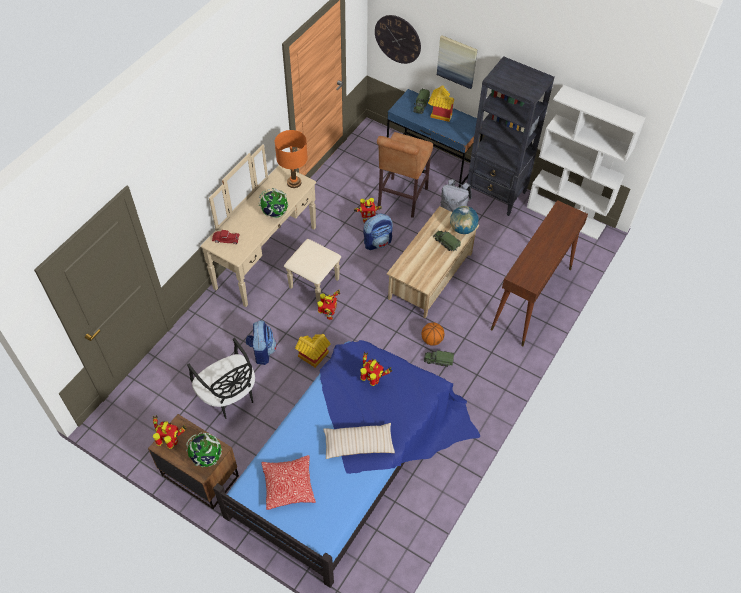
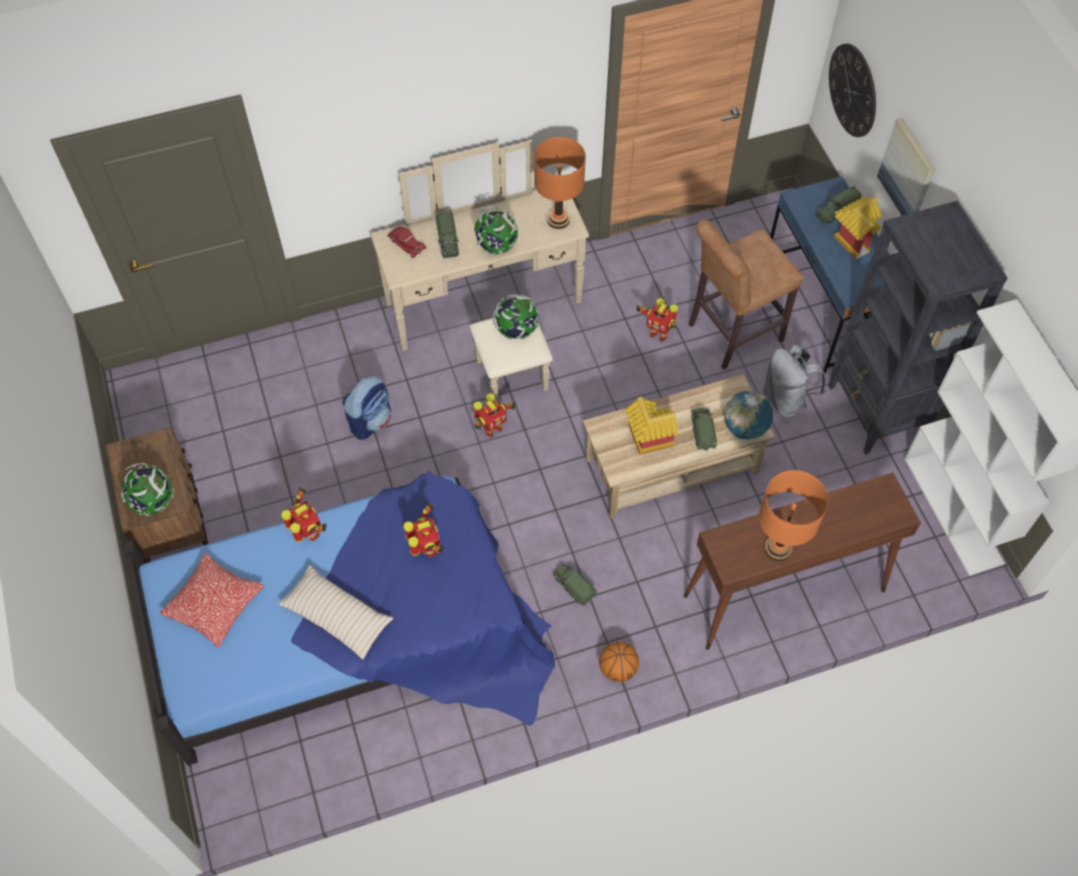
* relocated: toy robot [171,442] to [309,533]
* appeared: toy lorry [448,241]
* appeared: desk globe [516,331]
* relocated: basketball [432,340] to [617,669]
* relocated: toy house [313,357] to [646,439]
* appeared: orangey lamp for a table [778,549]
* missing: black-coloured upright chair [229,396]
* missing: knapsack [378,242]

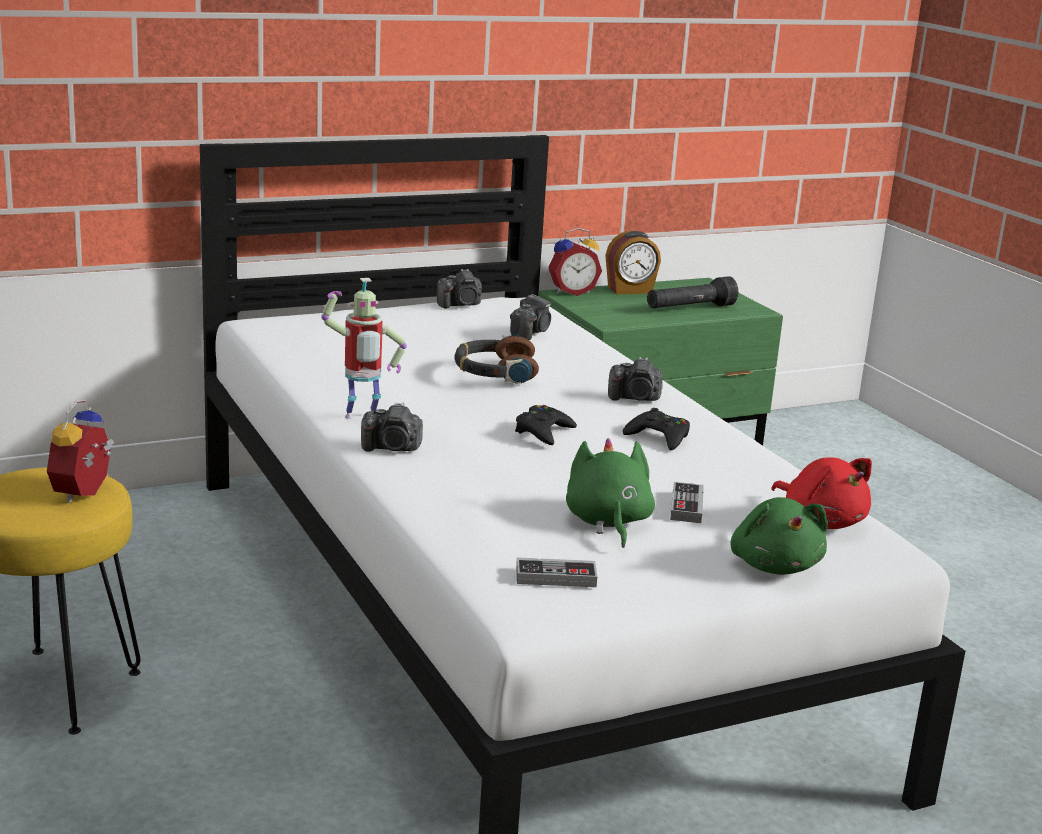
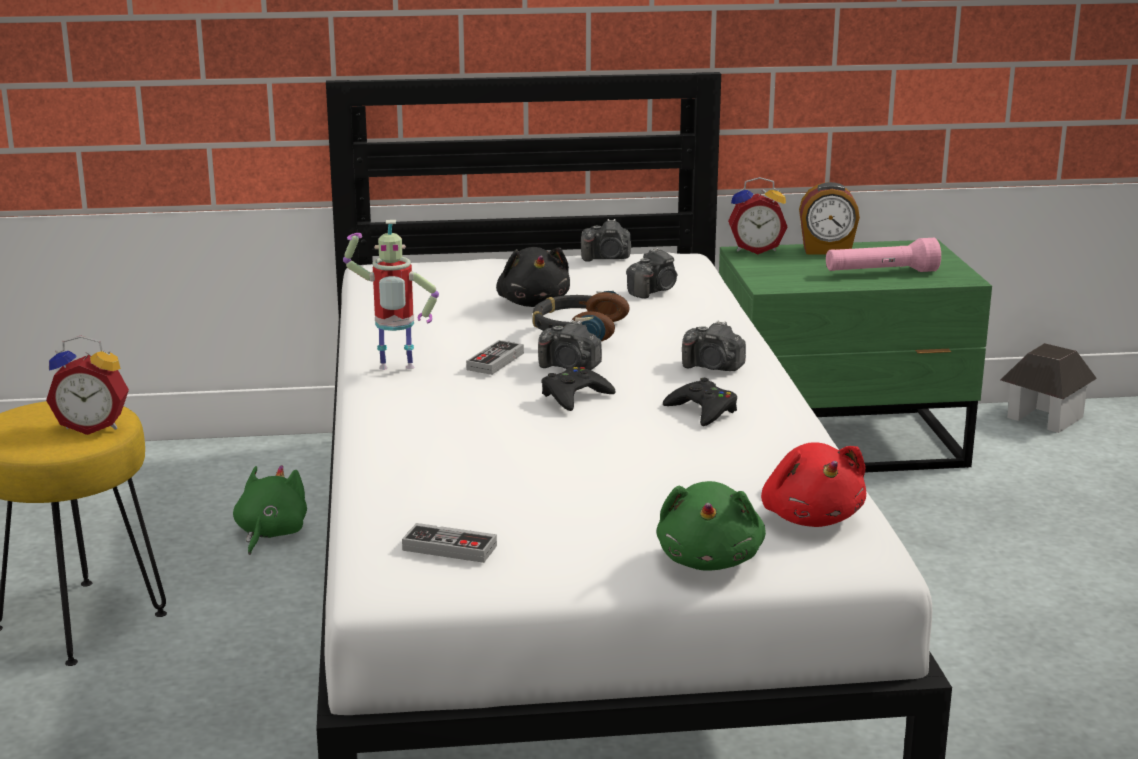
* spun: alarm clock [86,494] = [93,426] 120 degrees counterclockwise
* relocated: green soft toy [607,522] to [270,534]
* relocated: game controller [686,506] to [495,361]
* appeared: black-coloured soft toy [533,303]
* relocated: photo camera [392,448] to [569,367]
* colour: black-coloured torch [690,308] to pink torch [881,273]
* appeared: toy house [1044,417]

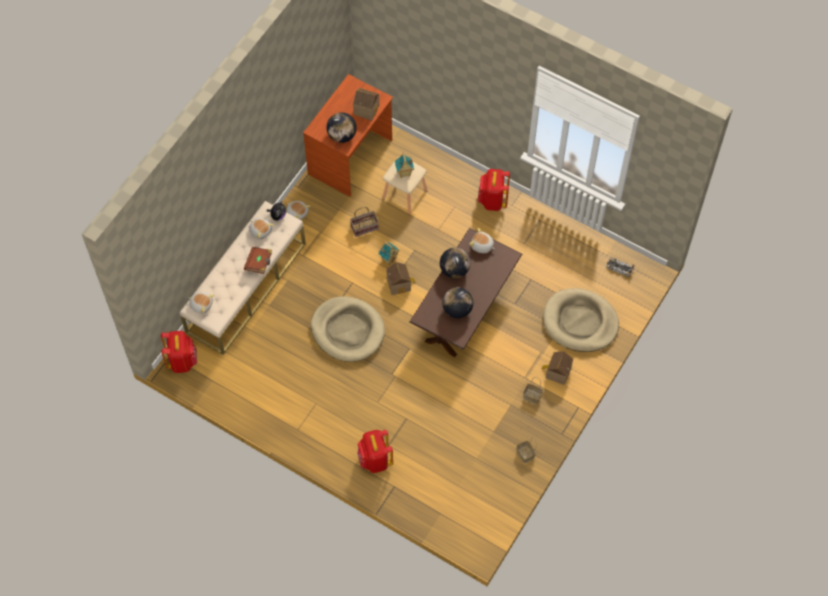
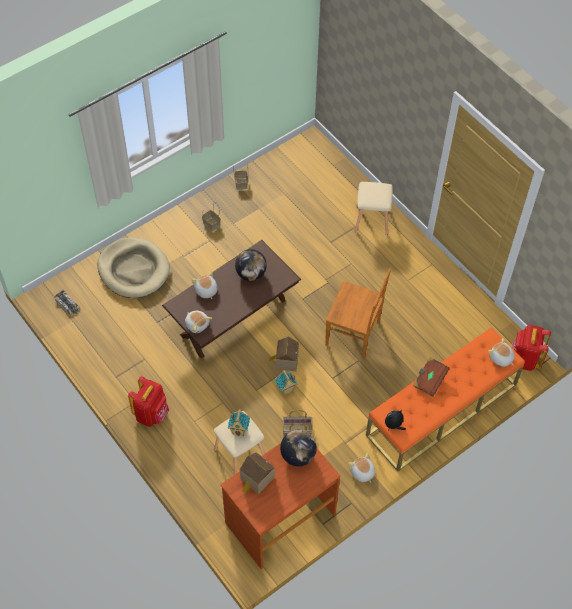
* relocated: soft toy [260,230] to [206,290]
* exchanged: sand-coloured dog bed [347,330] to brownish upright chair [354,334]
* exchanged: reddish knapsack [375,460] to sand-coloured sitting stool [371,219]
* colour: sand-coloured long seat [246,287] to orangey long seat [441,410]
* missing: desk globe [454,270]
* missing: toy house [557,372]

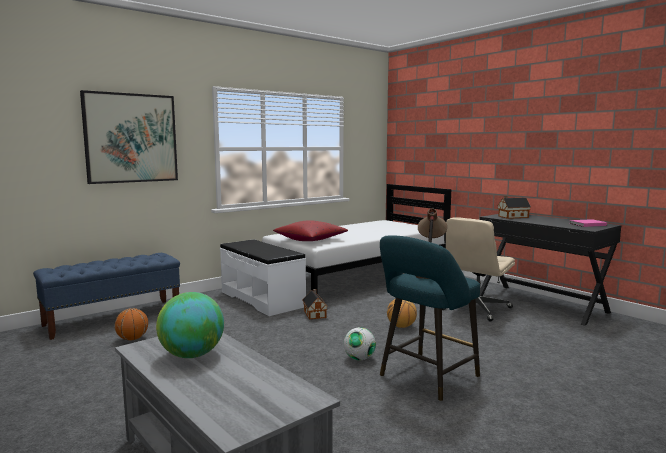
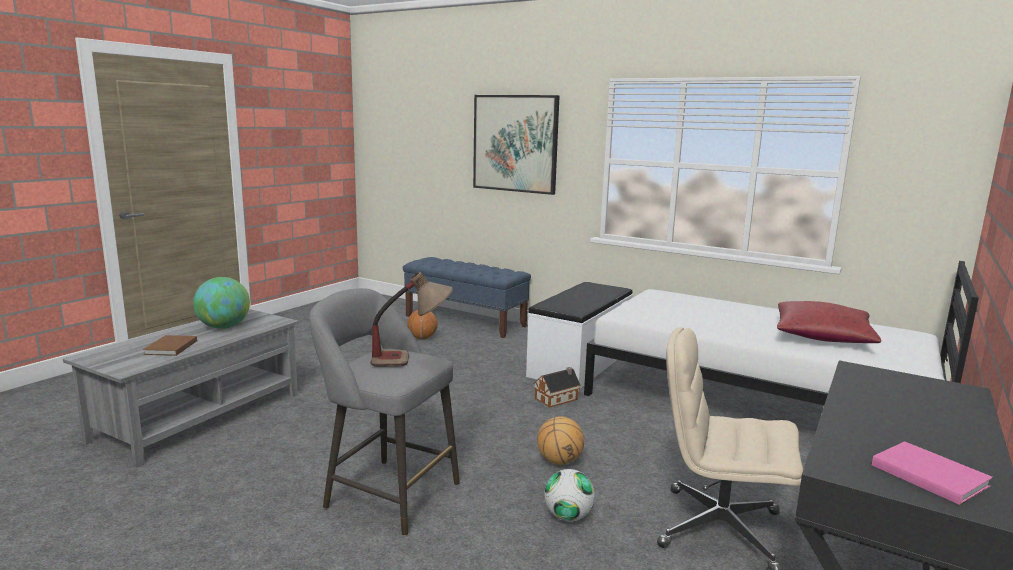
* appeared: brownish book [169,348]
* colour: turquoise sitting stool [426,378] to greyish sitting stool [387,493]
* relocated: football [359,358] to [568,516]
* relocated: reddish throw pillow [310,240] to [822,337]
* missing: toy house [512,217]

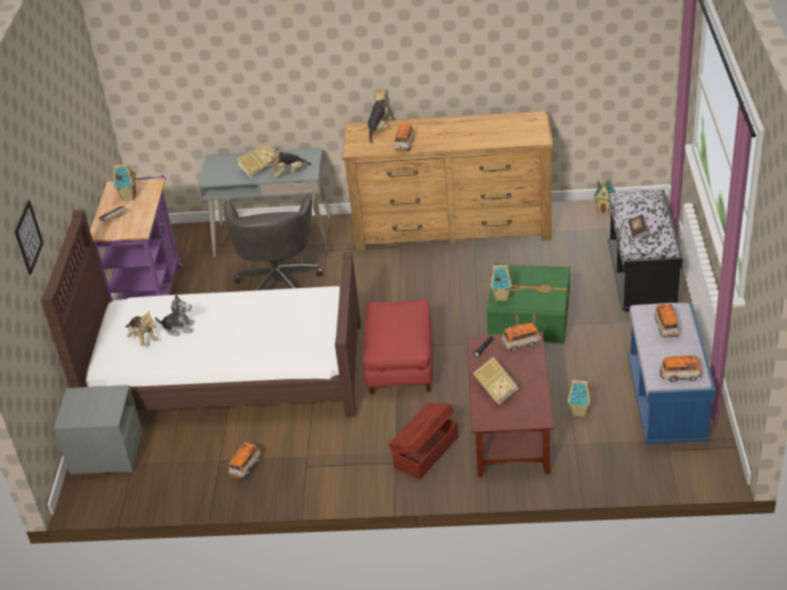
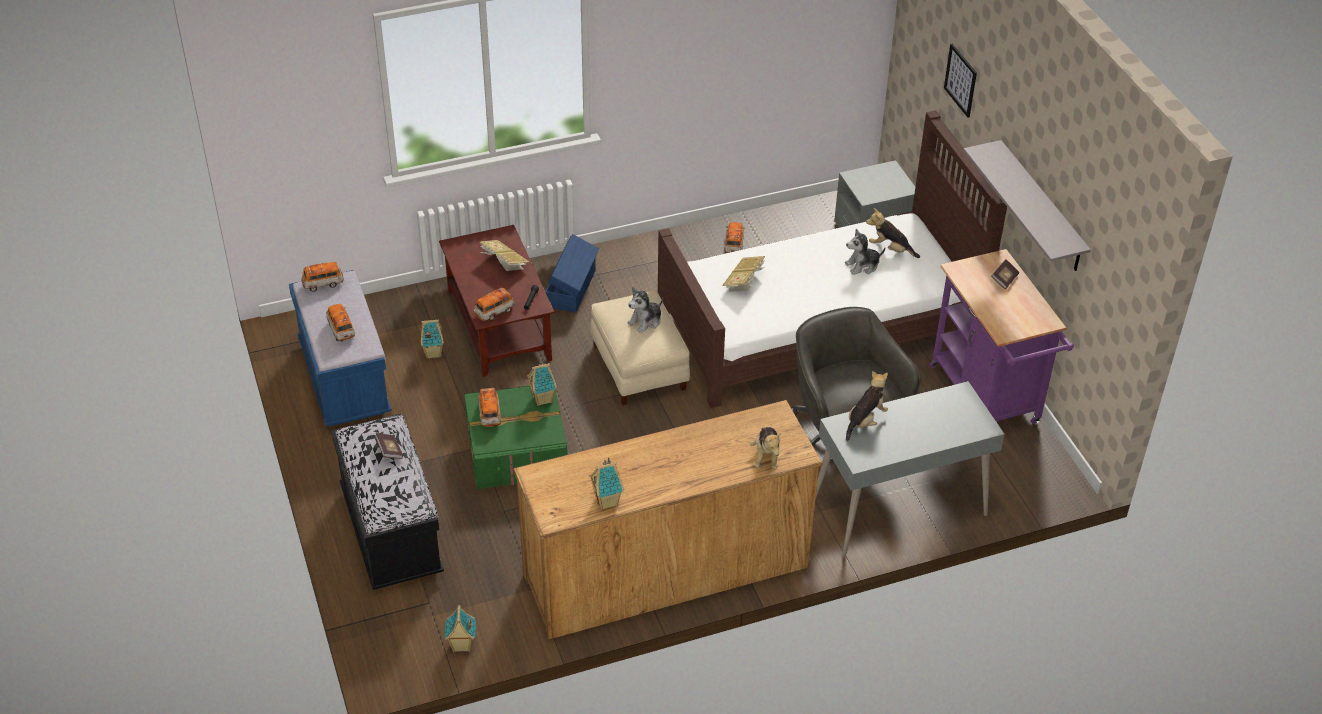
* relocated: toy car [404,144] to [490,414]
* colour: brownish storage box [425,452] to bluish storage box [572,288]
* relocated: toy house [128,196] to [607,501]
* colour: reddish ottoman [399,364] to sand-coloured ottoman [640,367]
* appeared: soft toy [645,321]
* relocated: book [259,168] to [744,282]
* appeared: greyish shelf [1041,208]

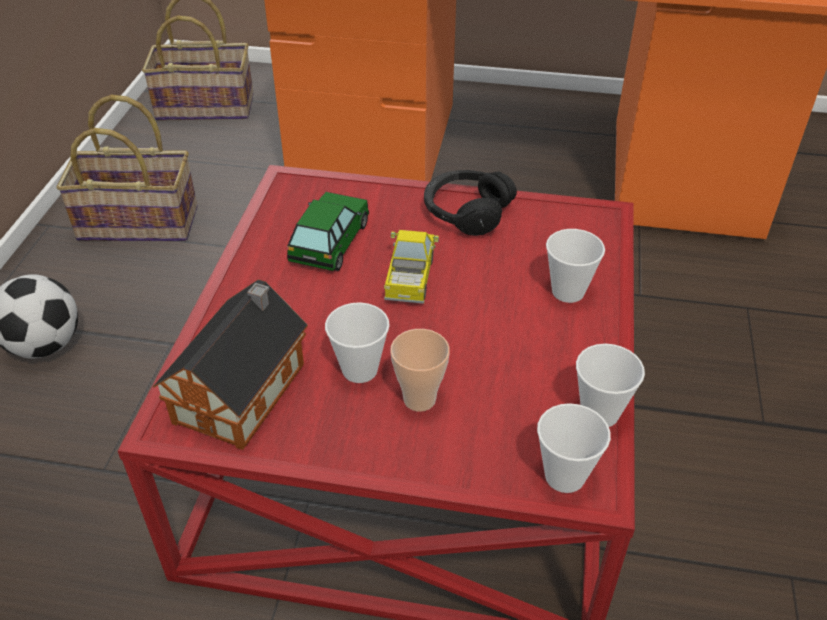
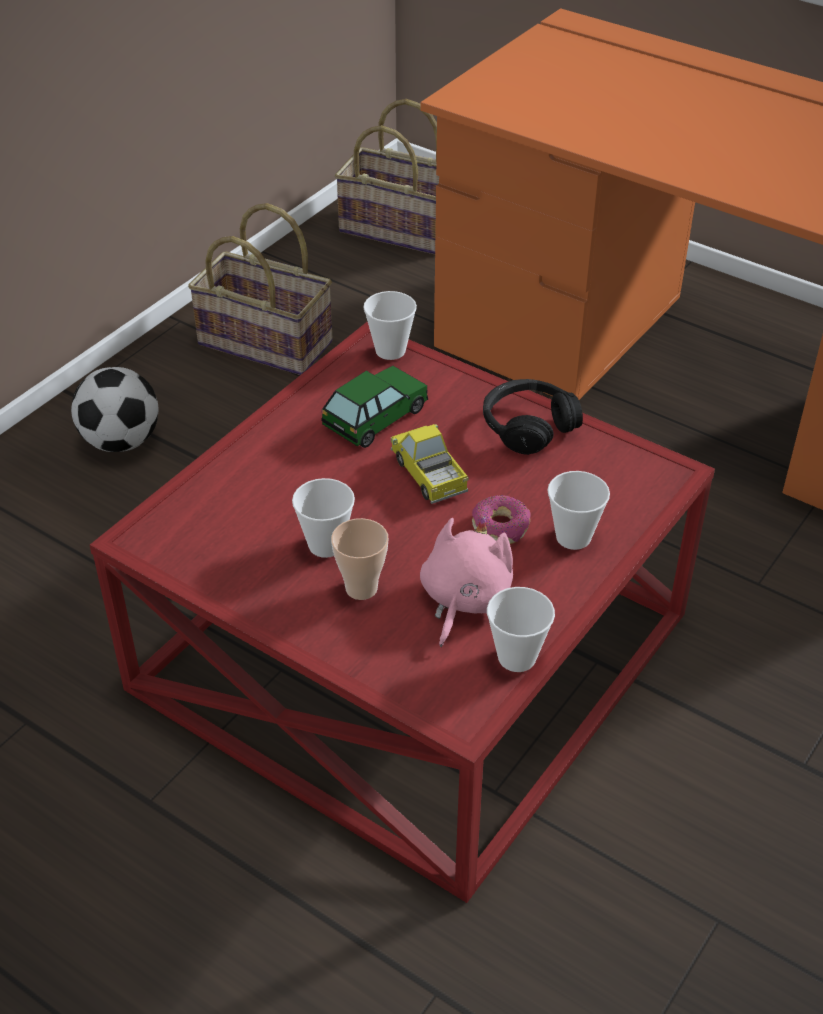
* relocated: drinking cup [564,476] to [390,350]
* spun: toy lorry [410,277] = [428,475] 60 degrees counterclockwise
* appeared: pink soft toy [464,600]
* appeared: doughnut [501,527]
* missing: toy house [244,389]

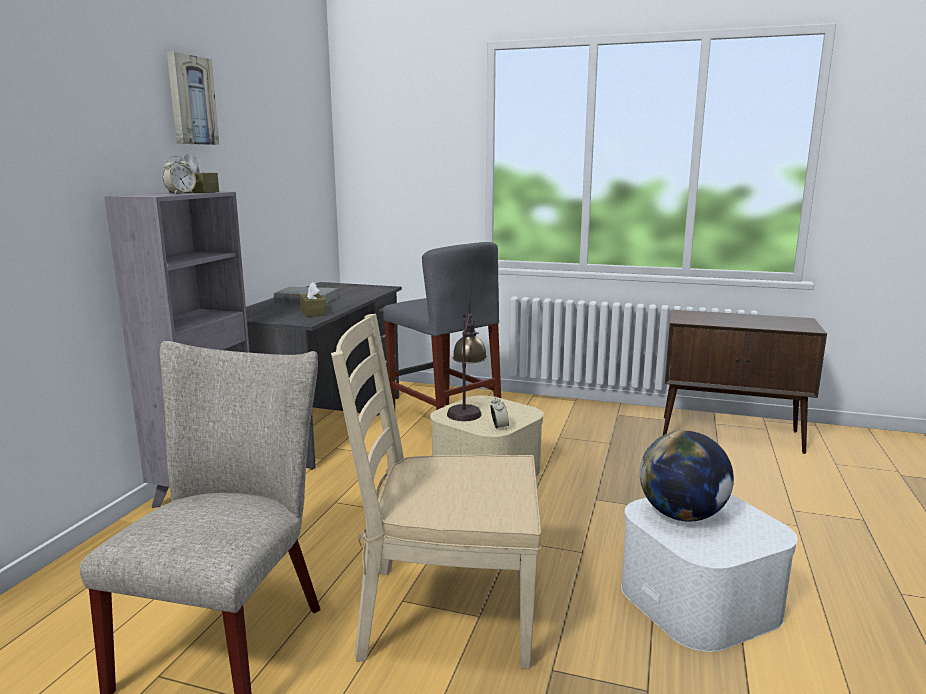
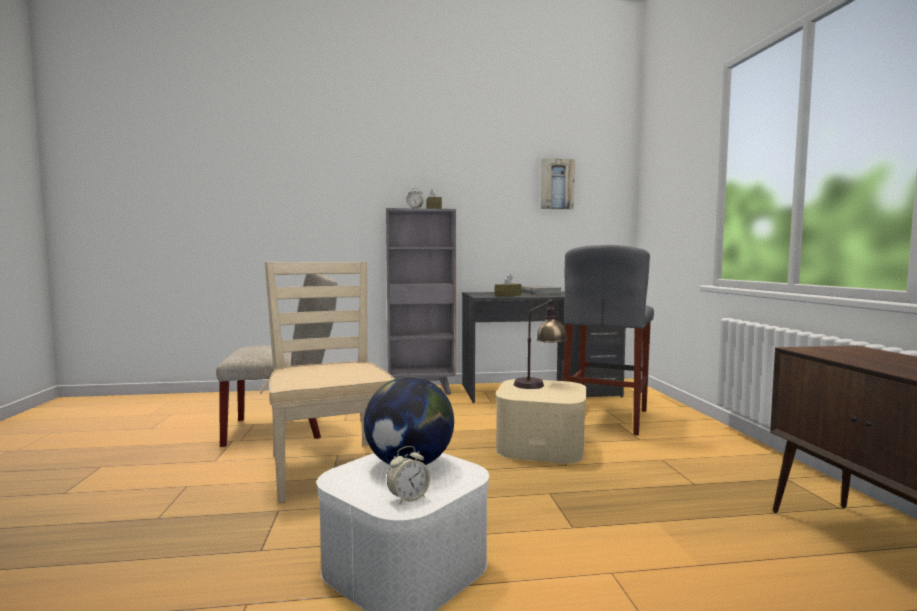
* relocated: alarm clock [499,427] to [408,498]
* relocated: wall picture [190,100] to [556,184]

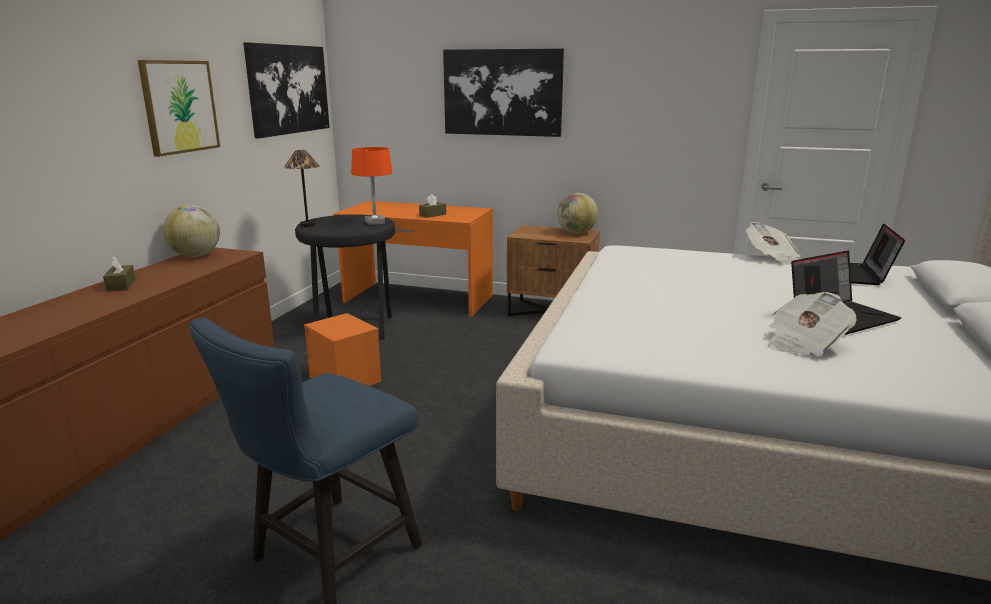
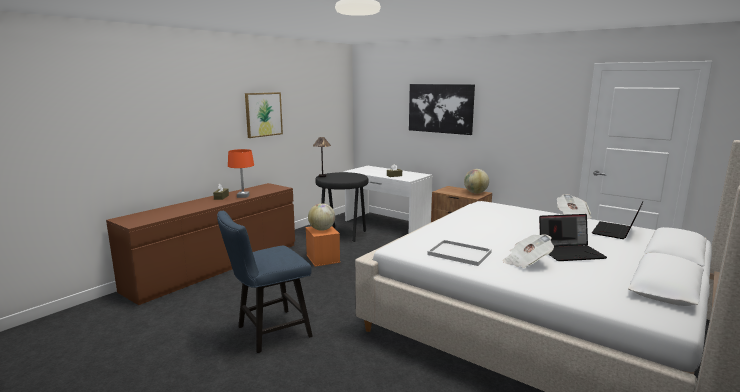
* relocated: orangey lamp for a table [374,222] to [243,196]
* relocated: desk globe [196,256] to [322,229]
* colour: orangey desk unit [418,299] to whitish desk unit [386,223]
* appeared: whitish carrying tray [458,253]
* missing: wall picture [288,89]

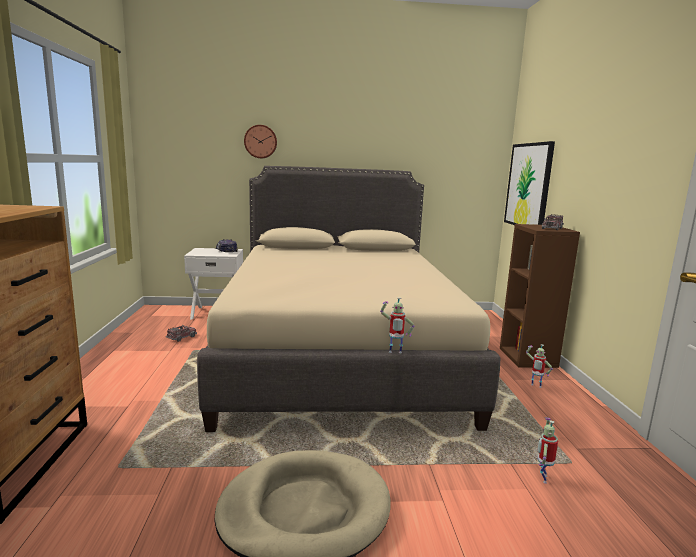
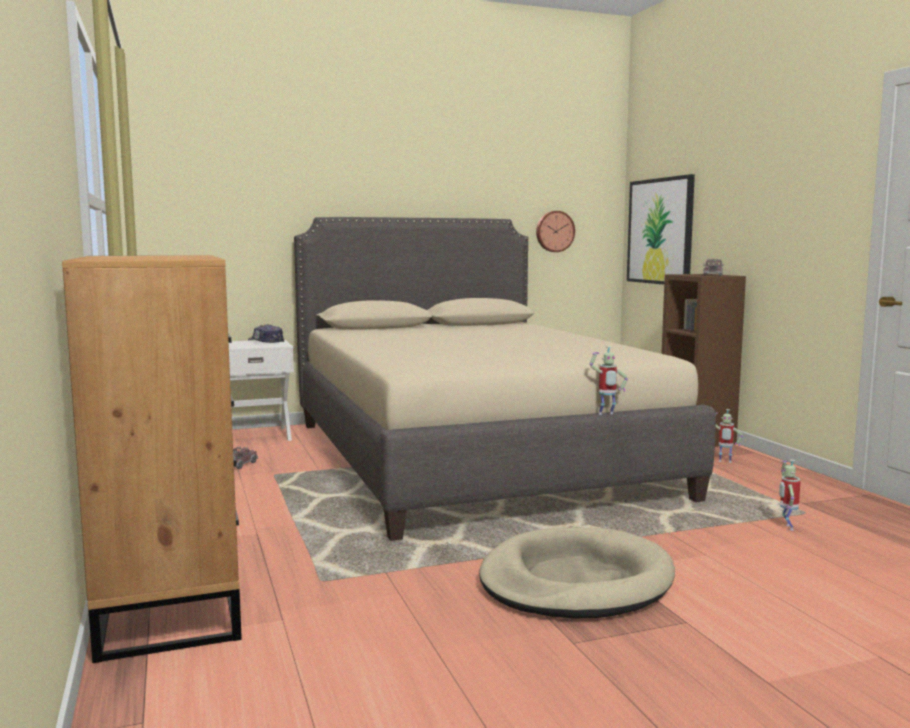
* relocated: wall clock [260,141] to [554,231]

